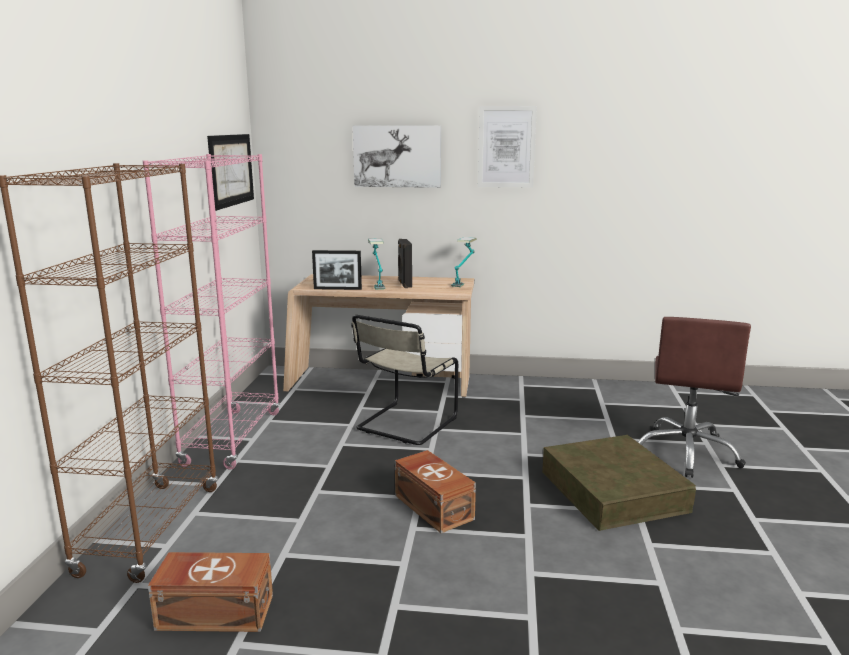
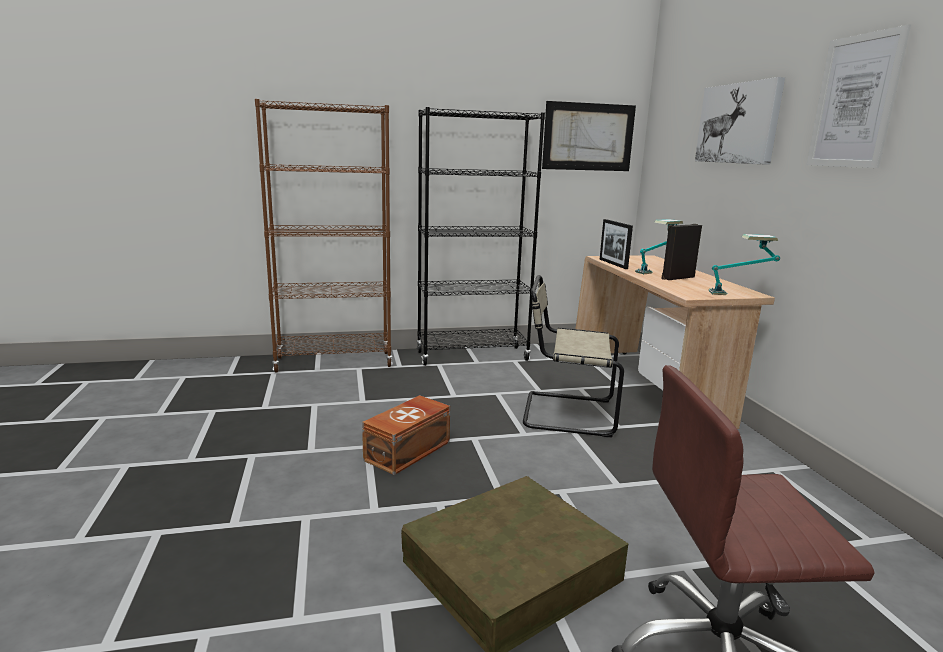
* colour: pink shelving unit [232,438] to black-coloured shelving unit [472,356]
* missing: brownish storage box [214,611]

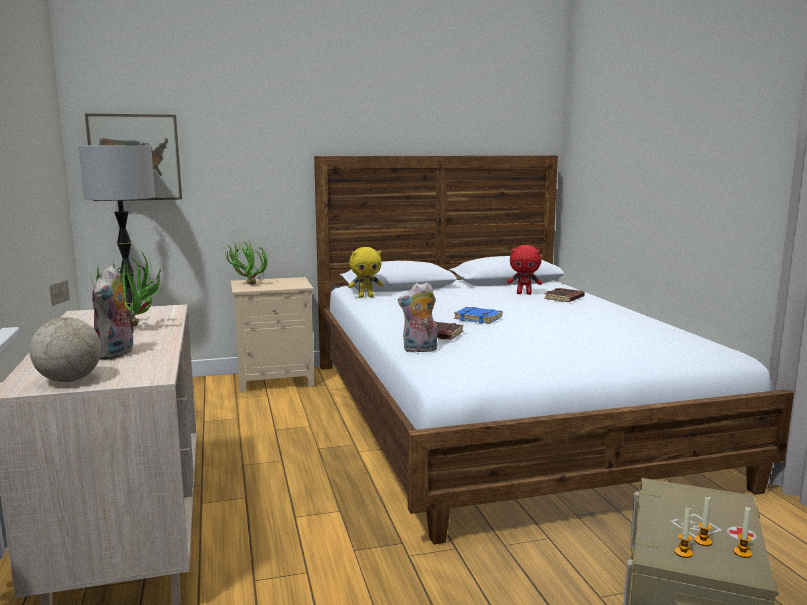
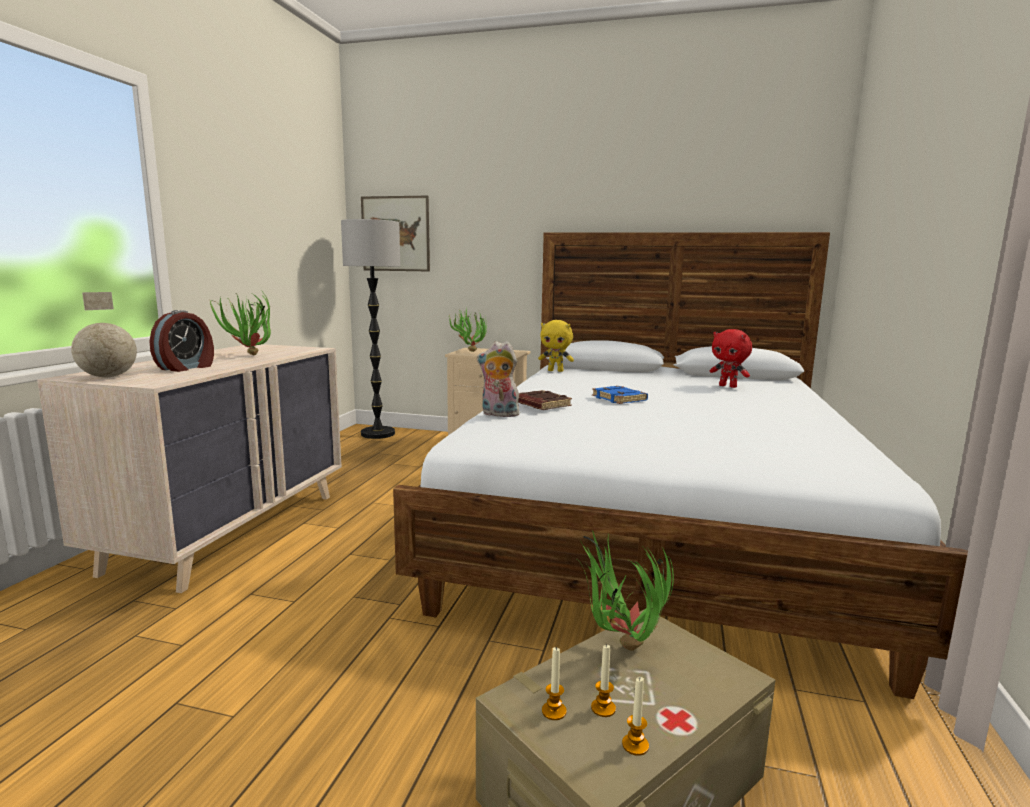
* exchanged: soft toy [117,354] to alarm clock [186,368]
* appeared: houseplant [618,650]
* missing: brownish book [564,298]

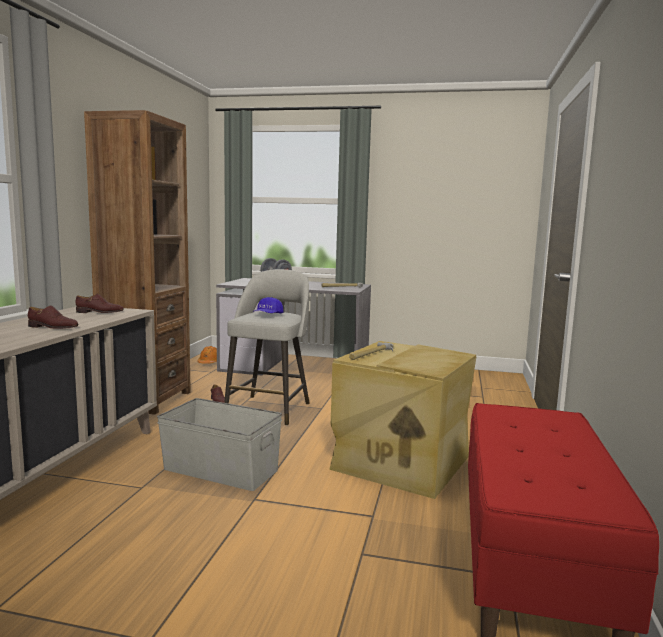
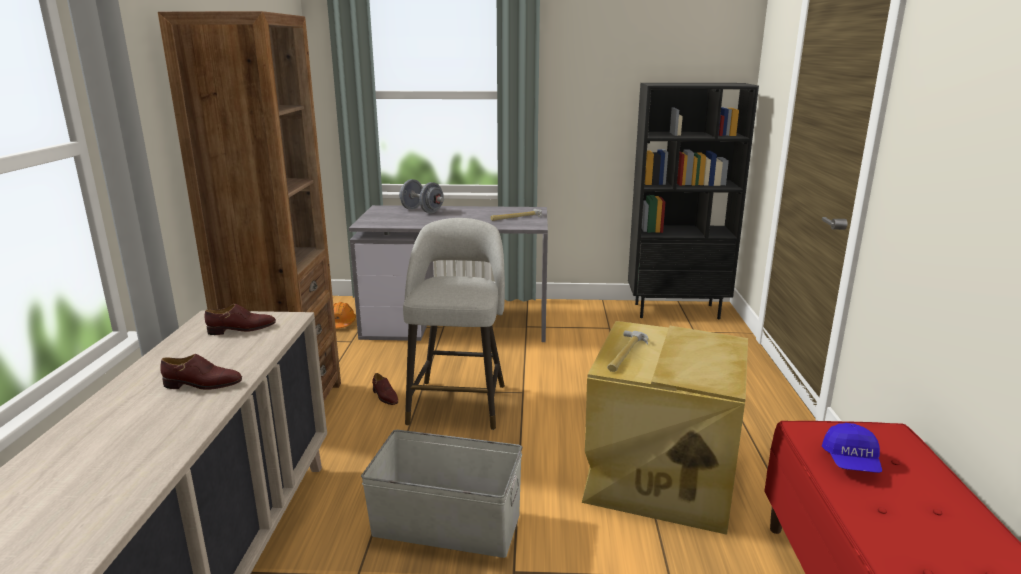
* appeared: black-coloured shelving unit [677,311]
* relocated: bluish peaked cap [268,315] to [851,462]

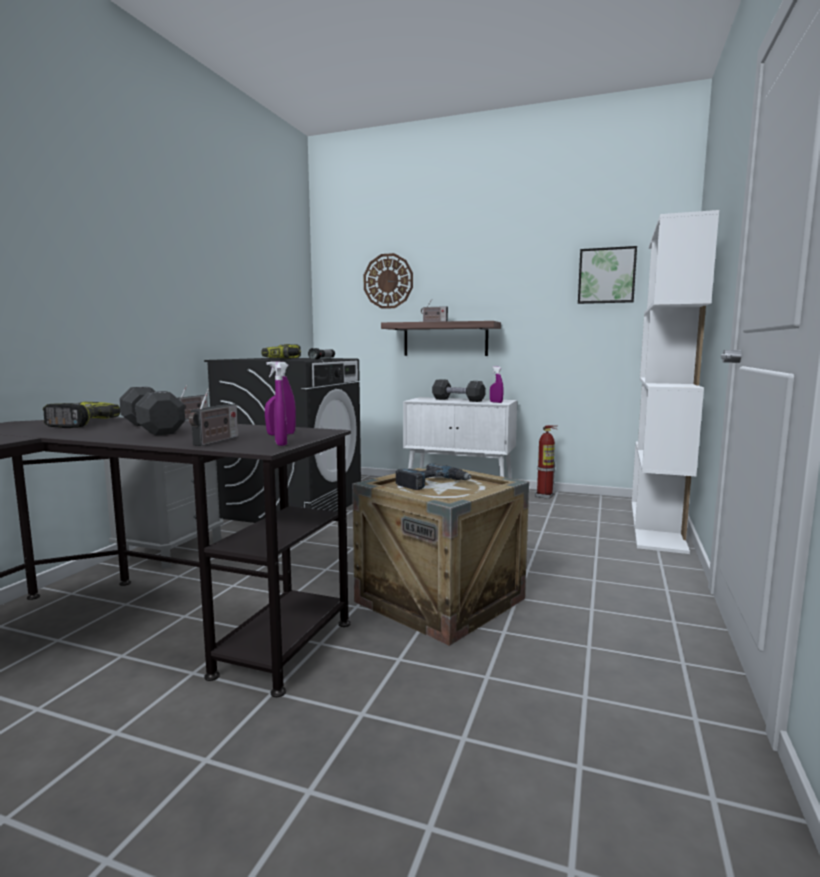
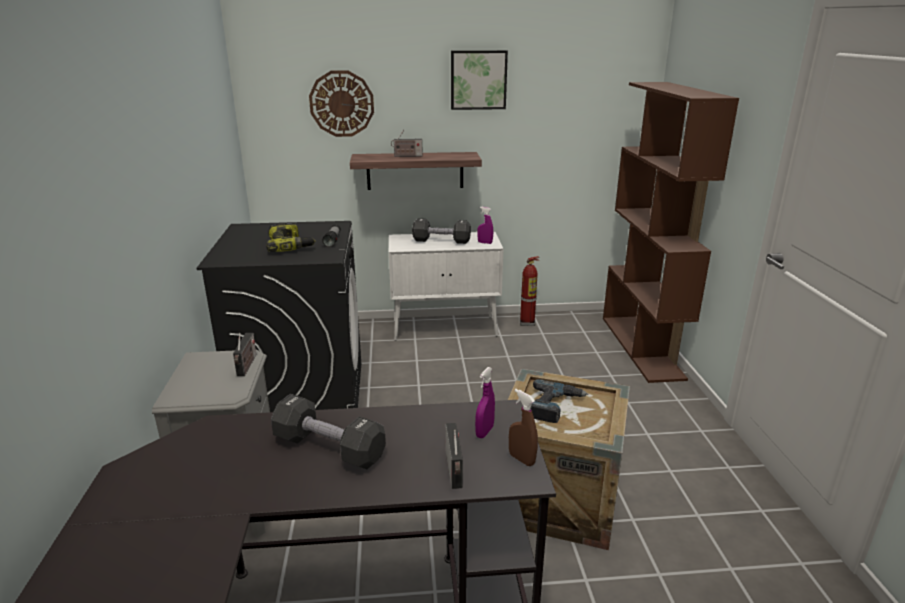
* relocated: wall picture [606,276] to [478,80]
* colour: purple hand sprayer [281,443] to brownish hand sprayer [521,459]
* colour: whitish shelving unit [657,525] to brownish shelving unit [642,347]
* missing: power drill [76,424]

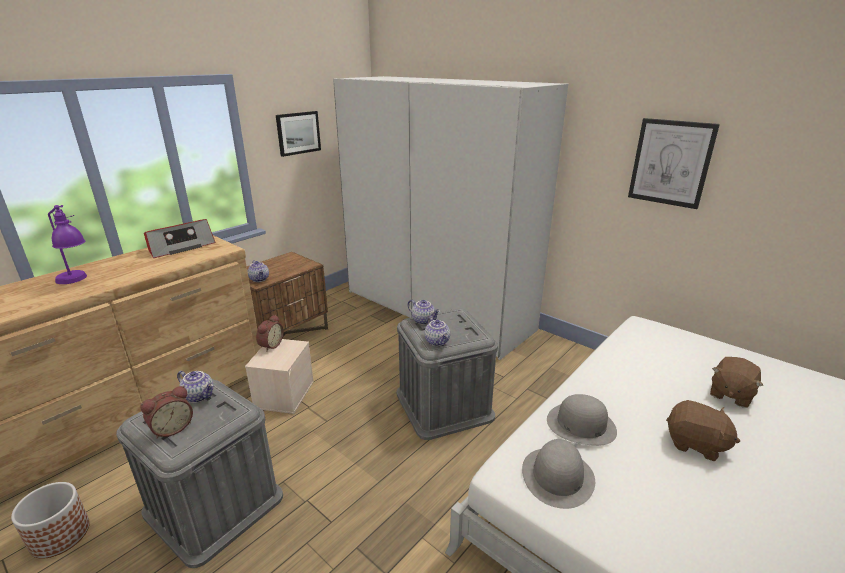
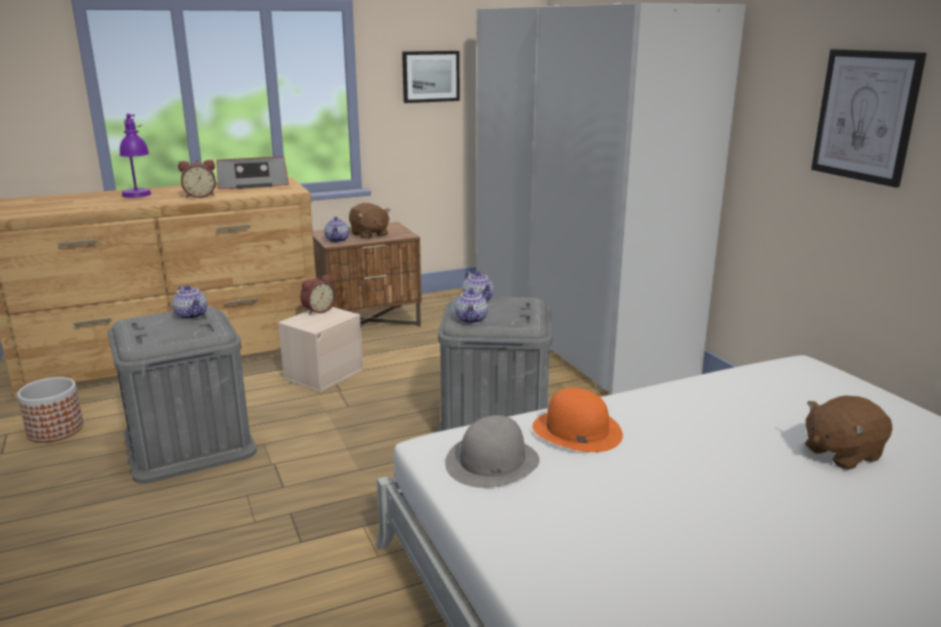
* relocated: alarm clock [172,428] to [200,196]
* relocated: brownish soft toy [695,444] to [369,235]
* colour: greyish hat [580,424] to orangey hat [576,430]

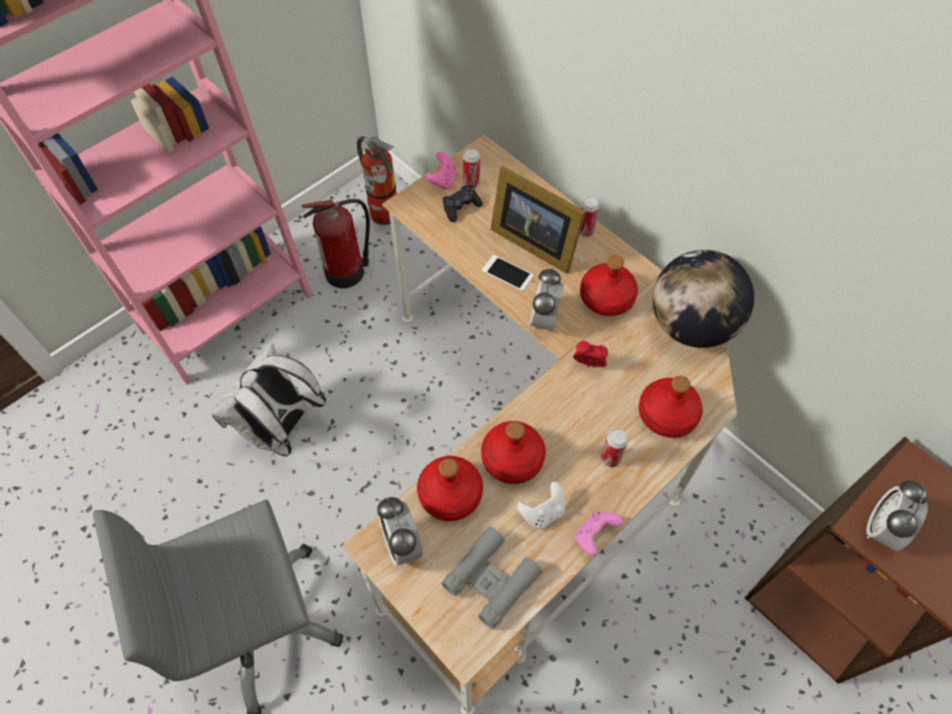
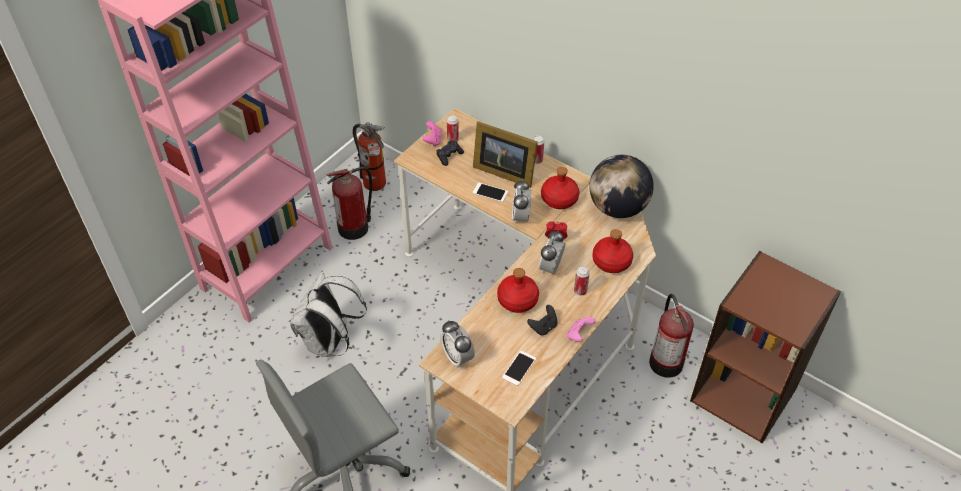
* exchanged: greyish pair of binoculars [491,579] to phone [519,368]
* colour: whitish game controller [542,512] to black-coloured game controller [543,327]
* relocated: alarm clock [882,529] to [551,268]
* appeared: extinguisher [665,361]
* missing: reddish drink bottle [450,494]

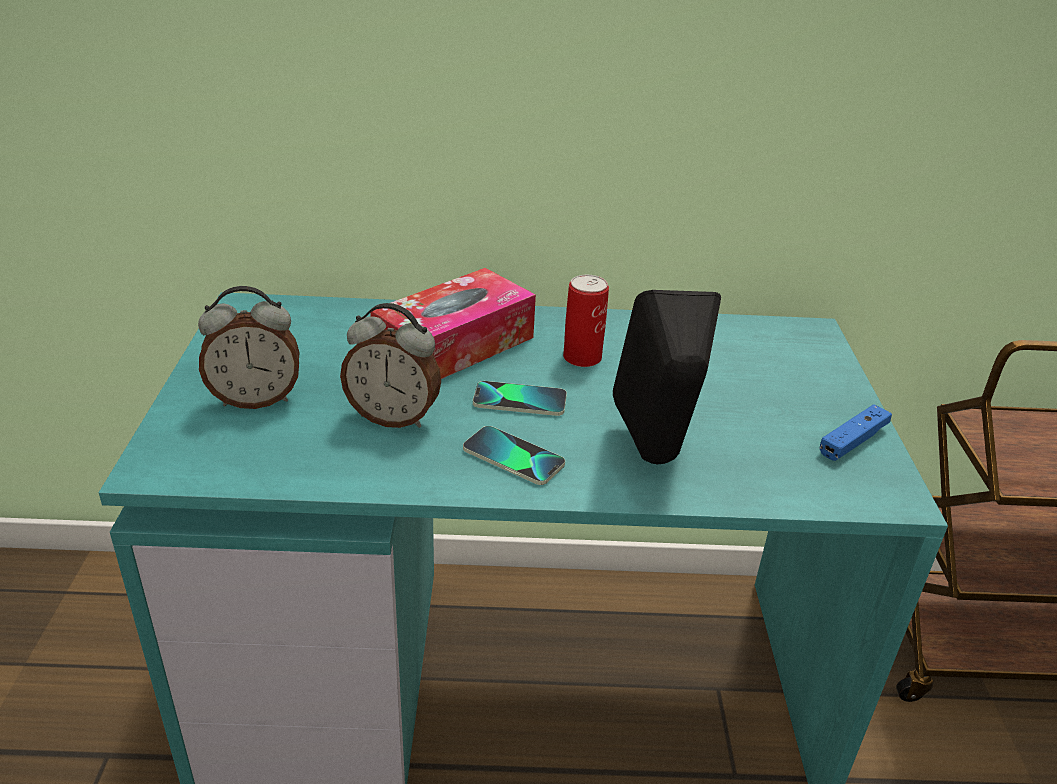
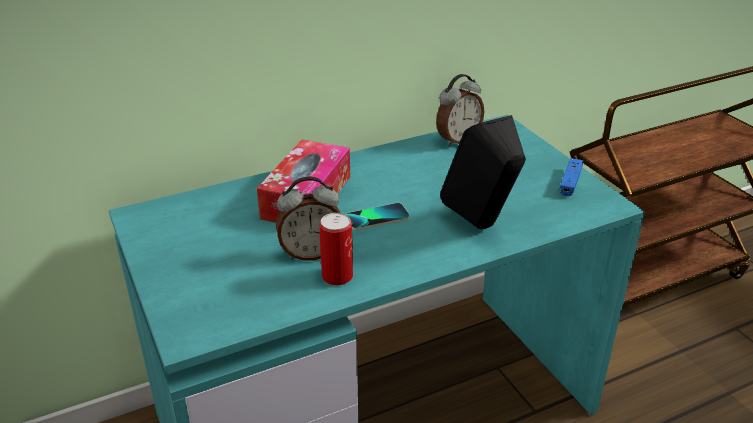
* relocated: sealed can [582,357] to [337,276]
* relocated: alarm clock [256,399] to [457,139]
* missing: phone [513,457]

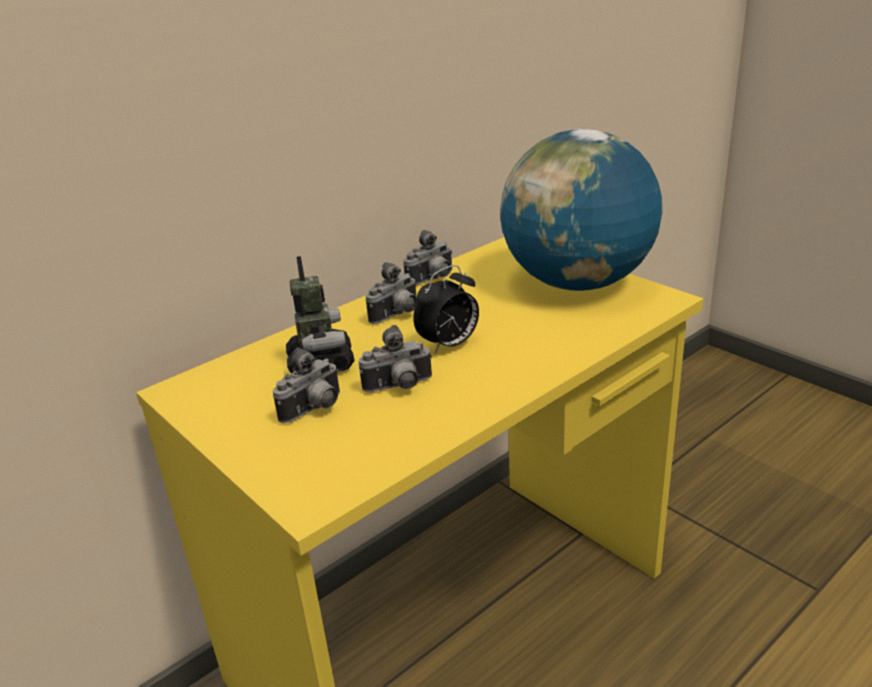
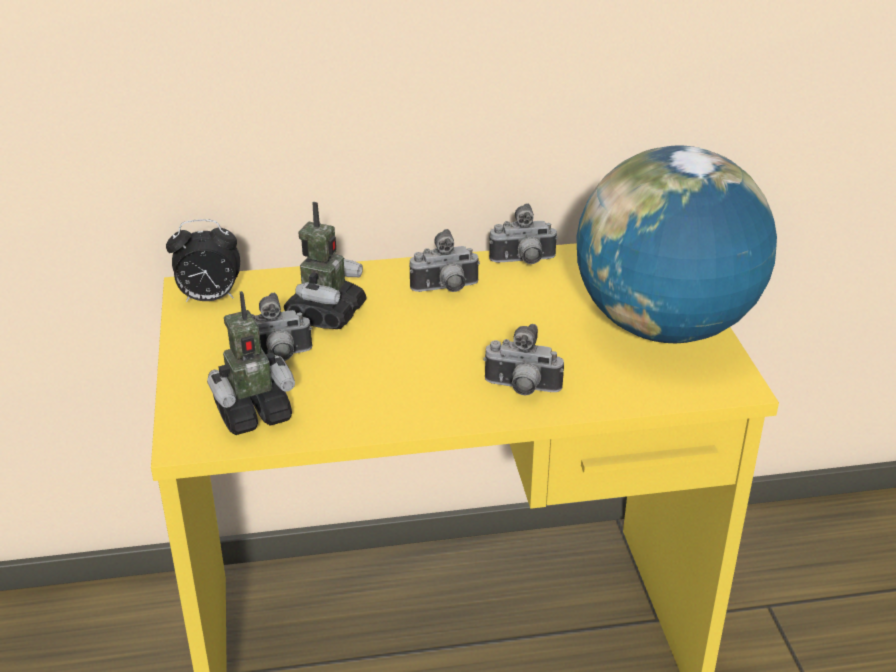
* relocated: alarm clock [449,345] to [209,299]
* appeared: toy robot [253,413]
* relocated: photo camera [399,387] to [521,389]

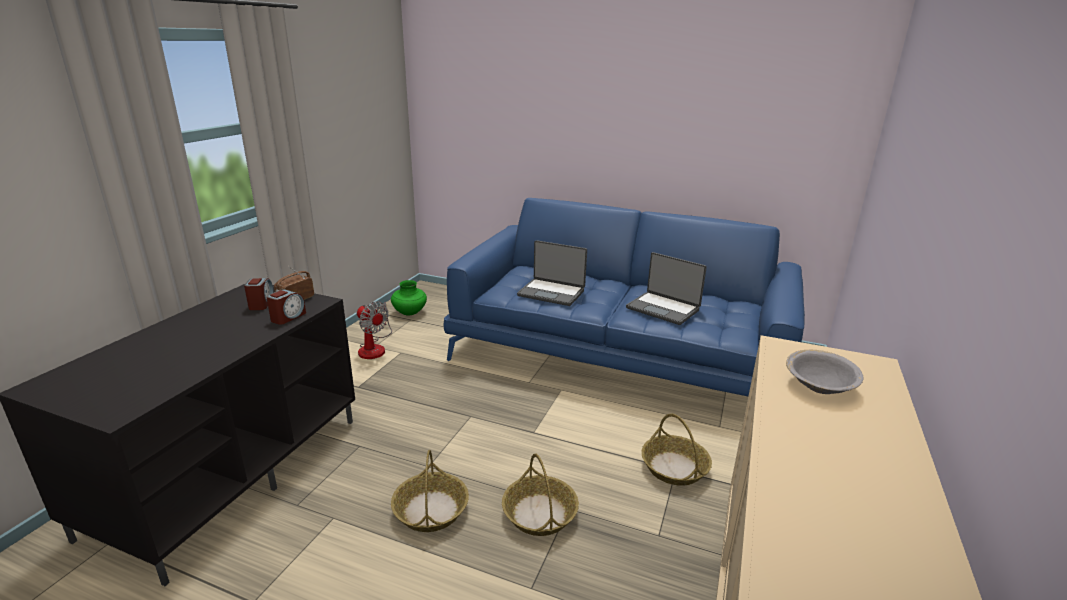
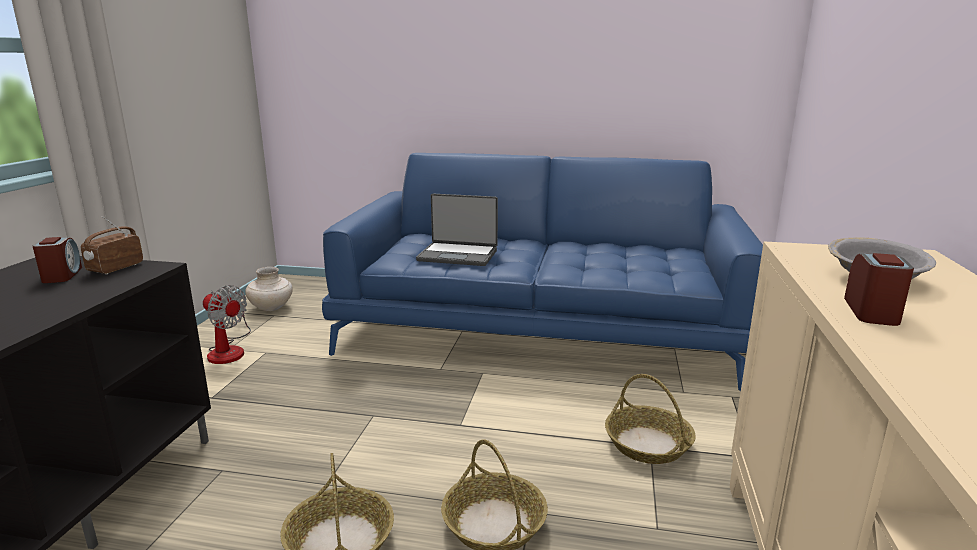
* colour: green vase [410,312] to sand-coloured vase [271,308]
* relocated: alarm clock [288,317] to [872,312]
* missing: laptop [663,308]

